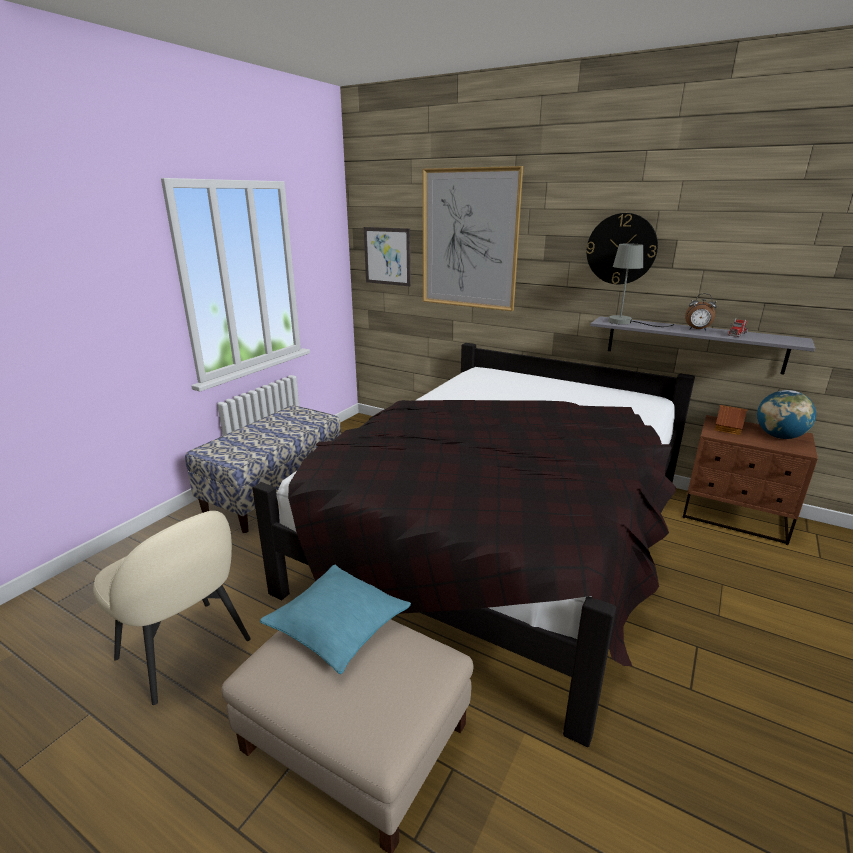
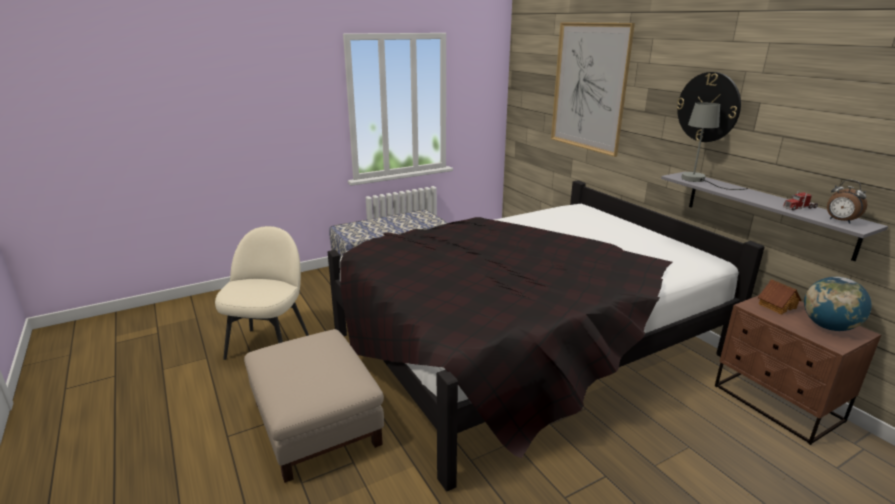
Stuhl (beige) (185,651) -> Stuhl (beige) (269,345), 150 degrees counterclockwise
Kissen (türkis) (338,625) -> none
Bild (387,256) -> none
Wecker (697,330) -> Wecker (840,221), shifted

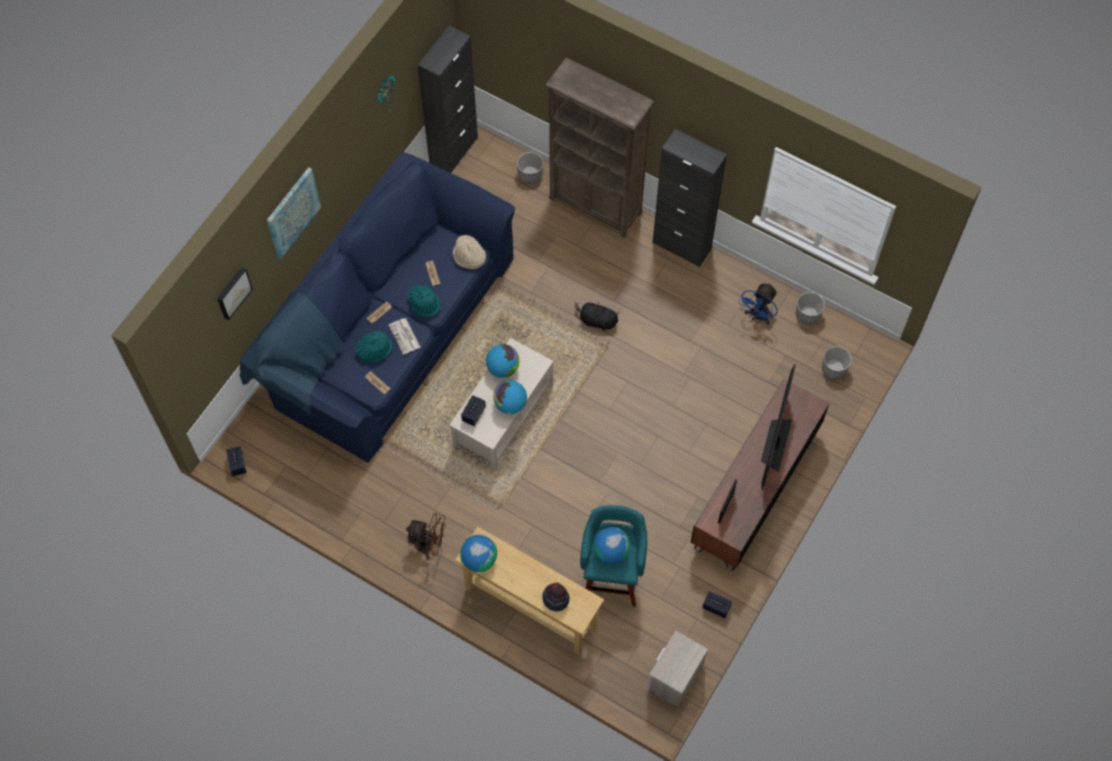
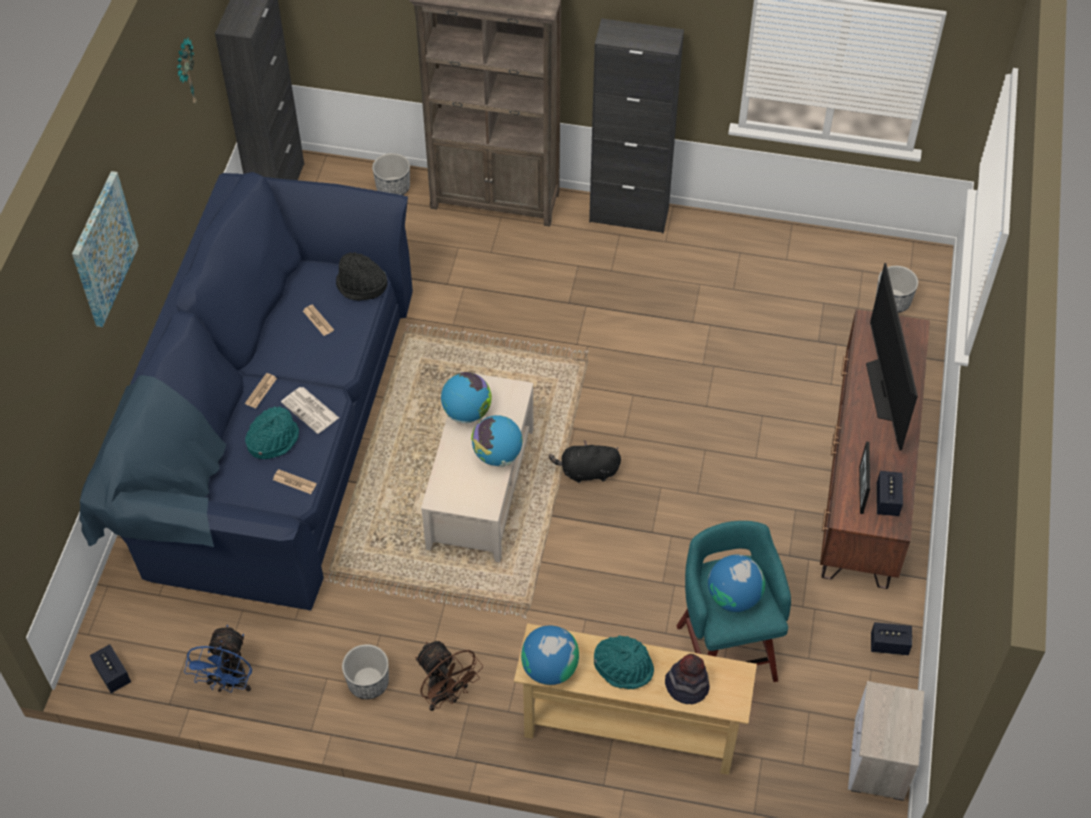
Bild (233,292) -> none
Ventilator (braun) (429,545) -> Ventilator (braun) (446,695), 60 degrees clockwise
Hut (türkis) (424,303) -> Hut (türkis) (624,666), shifted
Hut (beige) (469,257) -> Hut (schwarz) (361,286)
Lautsprecher (473,414) -> Lautsprecher (887,500), shifted
Plüschtier (schwarz) (596,321) -> Plüschtier (schwarz) (587,472), shifted
Ventilator (blau) (757,316) -> Ventilator (blau) (229,683), shifted
Pflanzkübel (807,314) -> Pflanzkübel (368,682), shifted

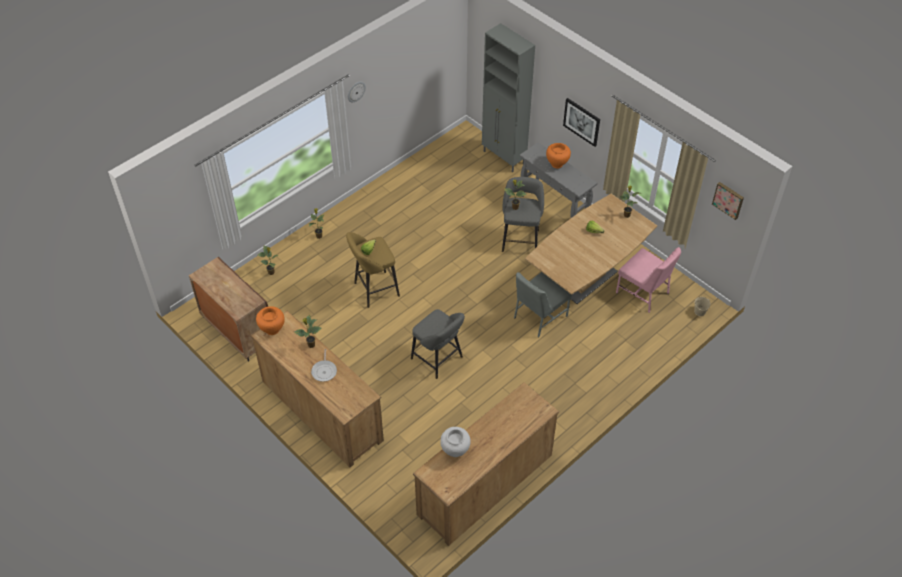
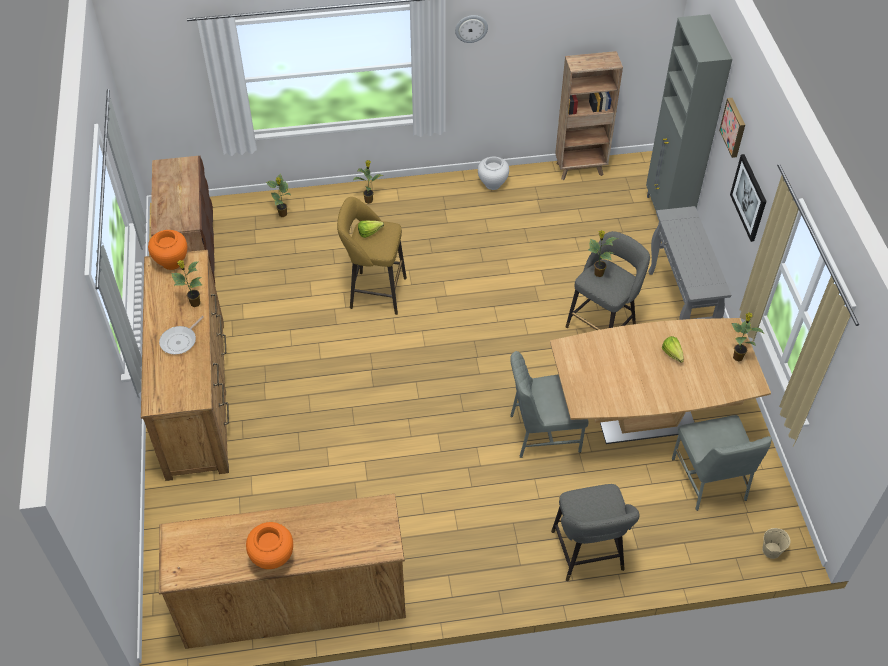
Hocker (grau) (438,359) -> Hocker (grau) (588,554), shifted
Vase (weiß) (455,450) -> Vase (weiß) (492,184), shifted
Vase (orange) (557,164) -> Vase (orange) (273,558), shifted
Stuhl (rosa) (643,293) -> Stuhl (grau) (710,480)
Bild (728,200) -> Bild (734,127), shifted
none -> Bücherregal (braun) (580,169)

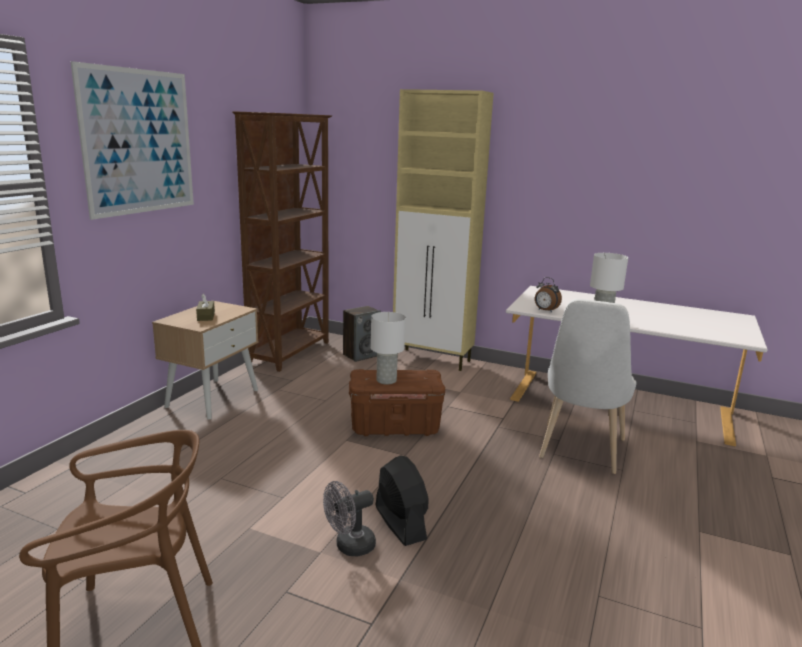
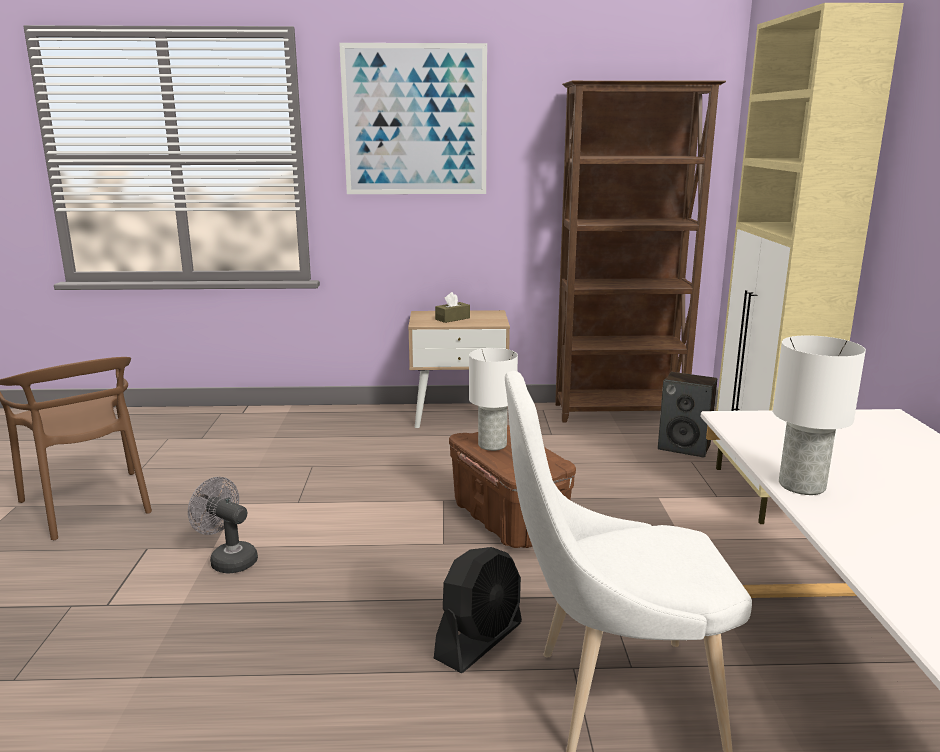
Ventilator (schwarz) (400,523) -> Ventilator (schwarz) (479,641), shifted
Wecker (545,311) -> none

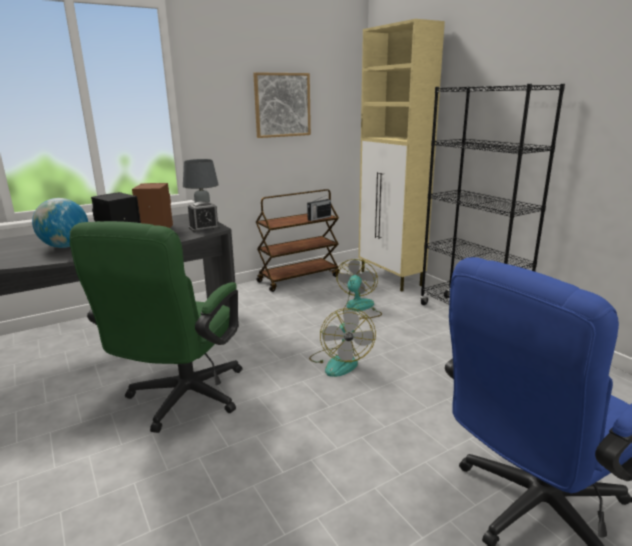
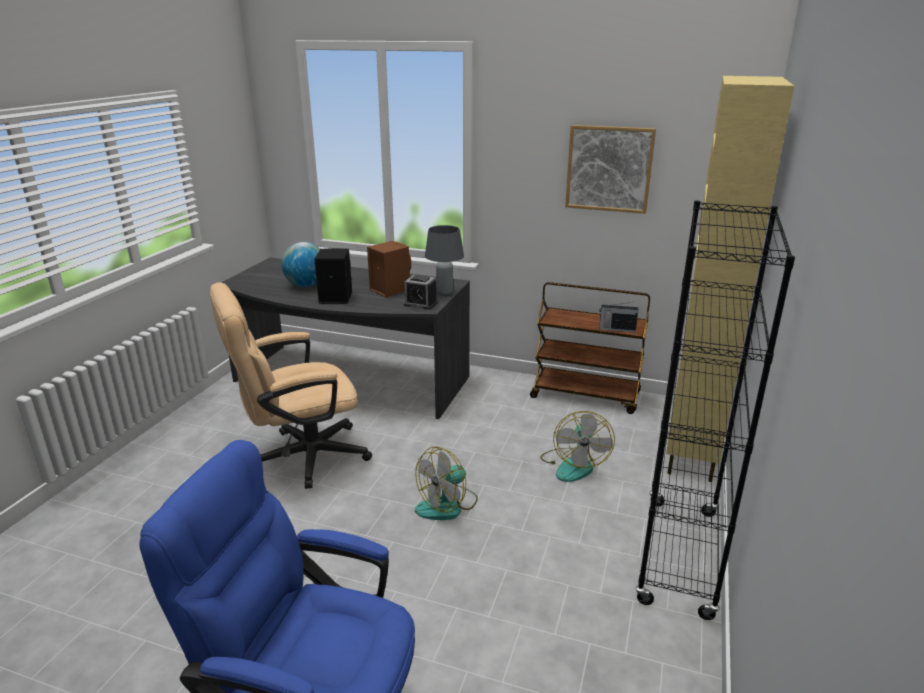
Bürostuhl (grün) (181,401) -> Bürostuhl (beige) (300,457)
Ventilator (358,309) -> Ventilator (573,465), 120 degrees clockwise

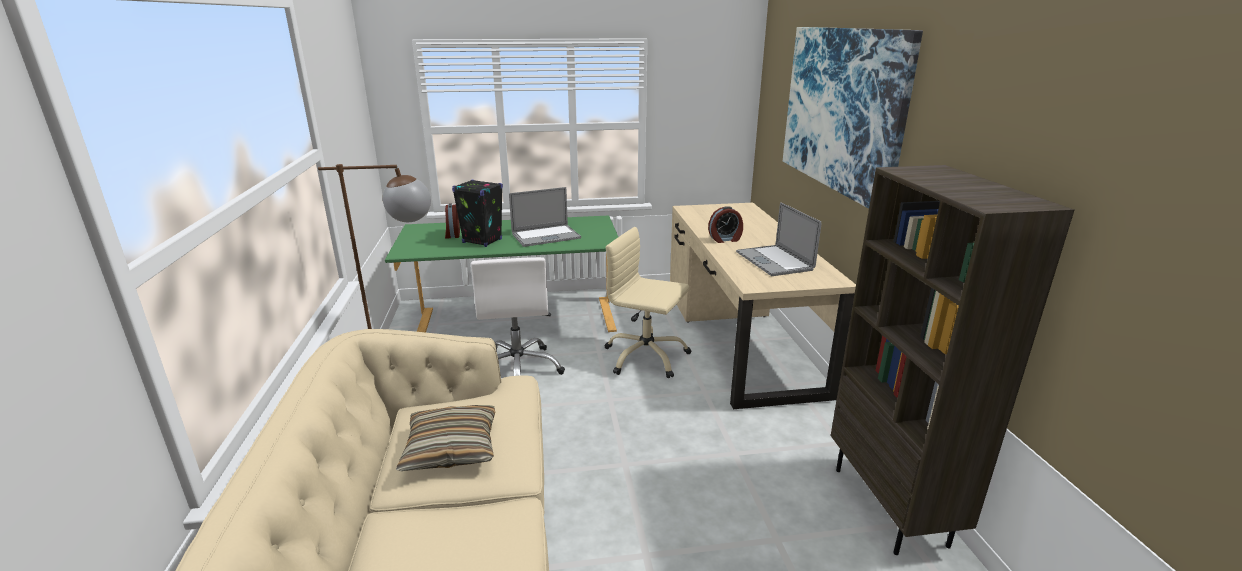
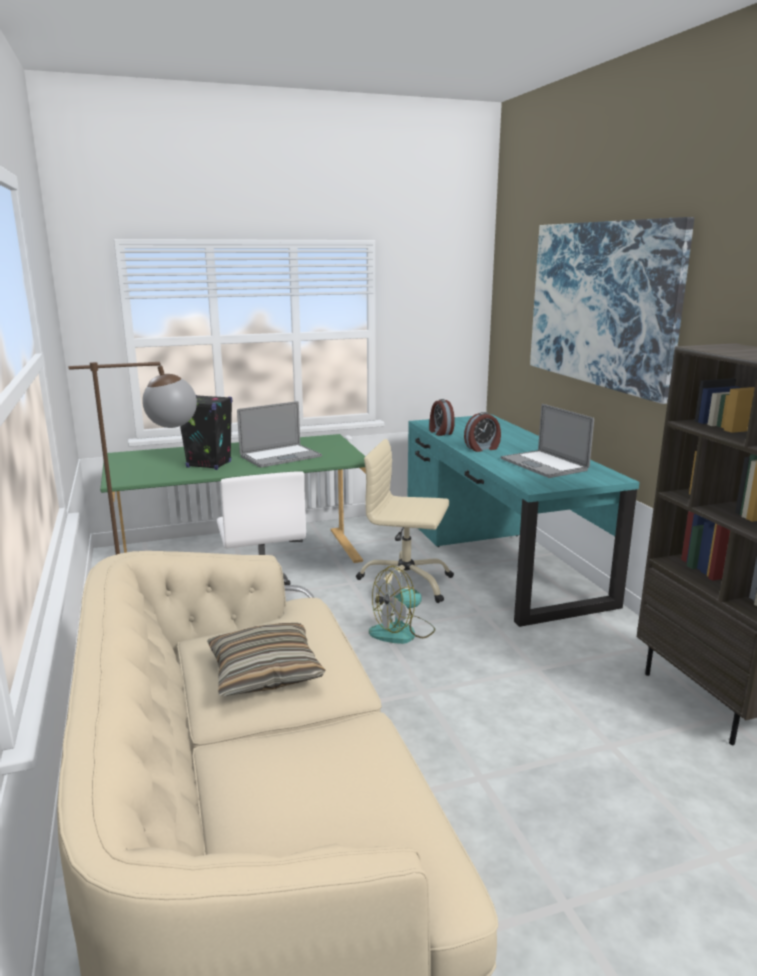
Wecker (452,234) -> Wecker (440,432), shifted
Schreibtisch (beige) (740,338) -> Schreibtisch (türkis) (499,558)
none -> Ventilator (402,632)

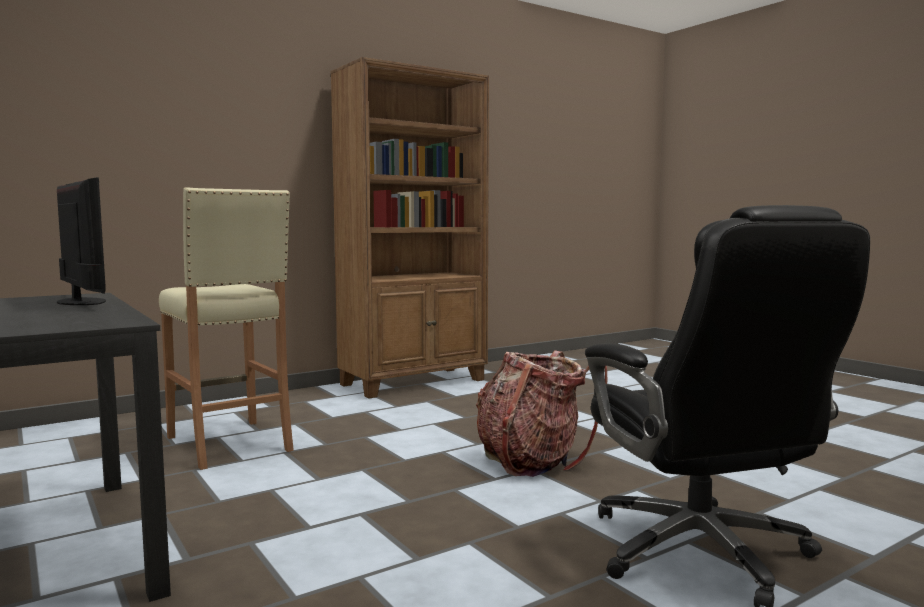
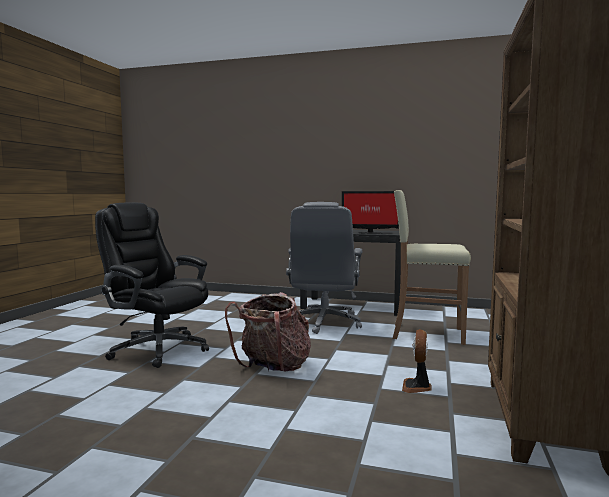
none -> Bürostuhl (grau) (324,322)
none -> Ventilator (417,387)

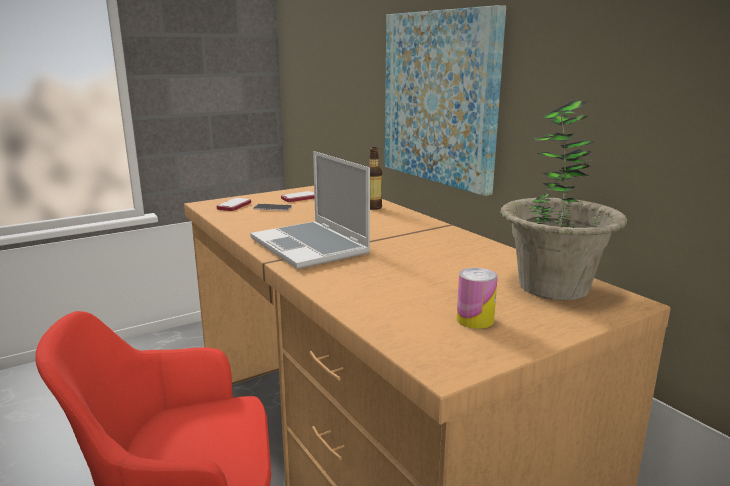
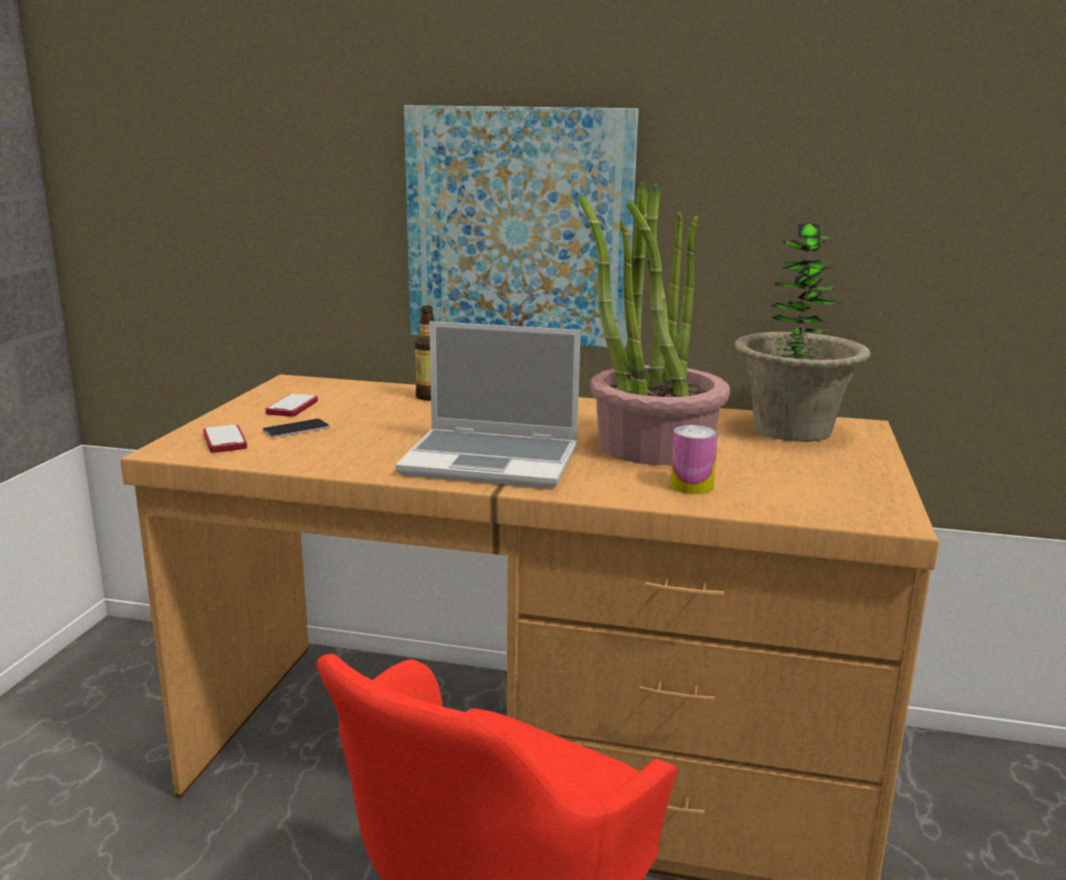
Dose (475,320) -> Dose (691,486), shifted
none -> Topfpflanze (653,445)

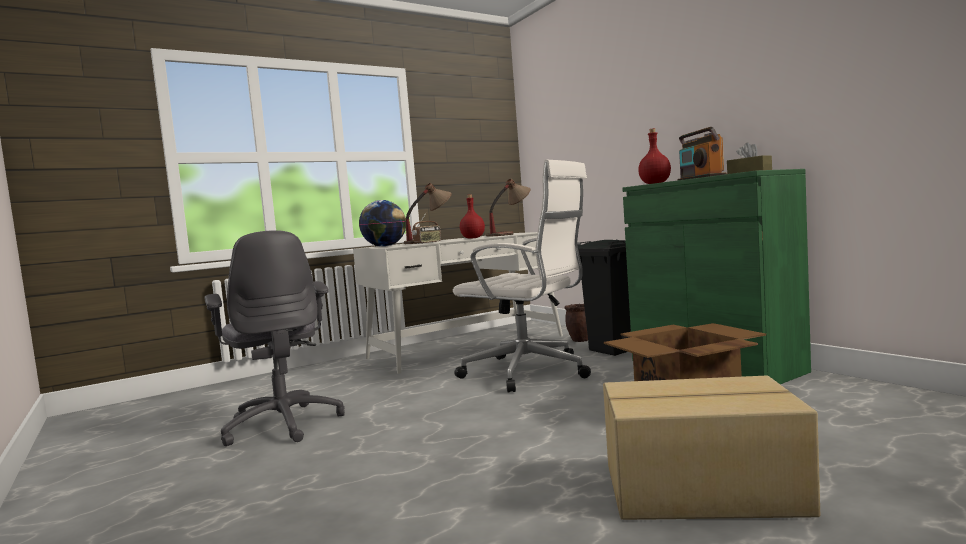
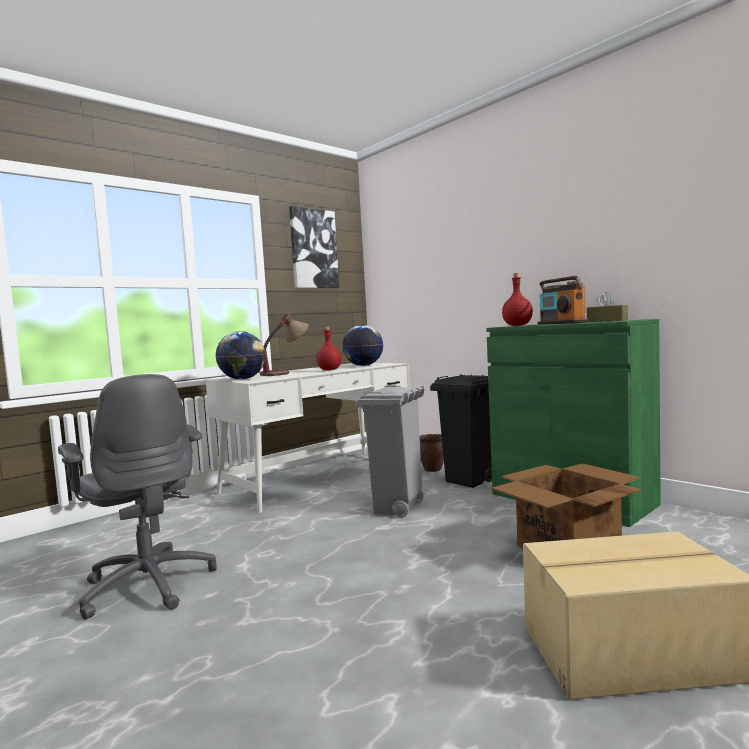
Radio (427,243) -> none
Bürostuhl (weiß) (529,372) -> Mülleimer (grau) (397,509)
Tischlampe (510,234) -> Globus (364,365)
none -> Bild (313,249)

